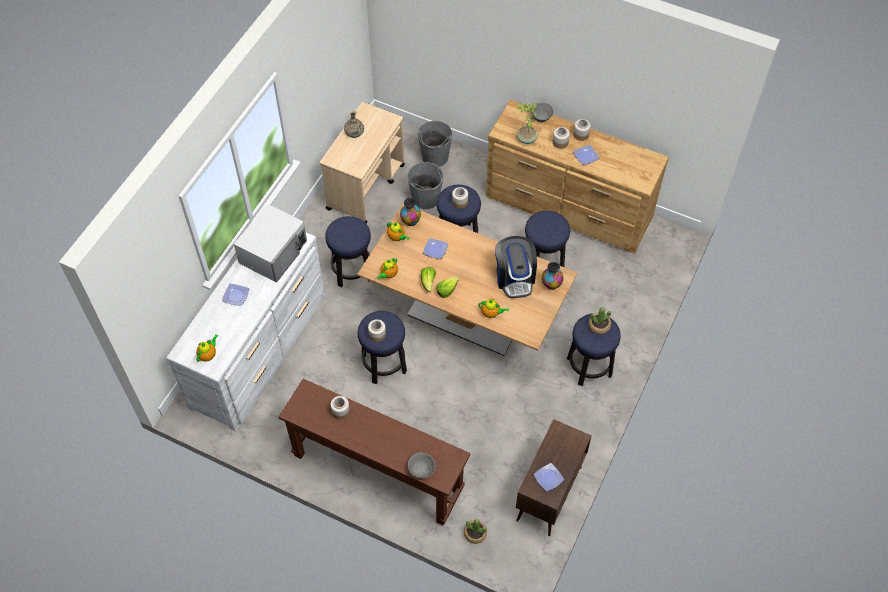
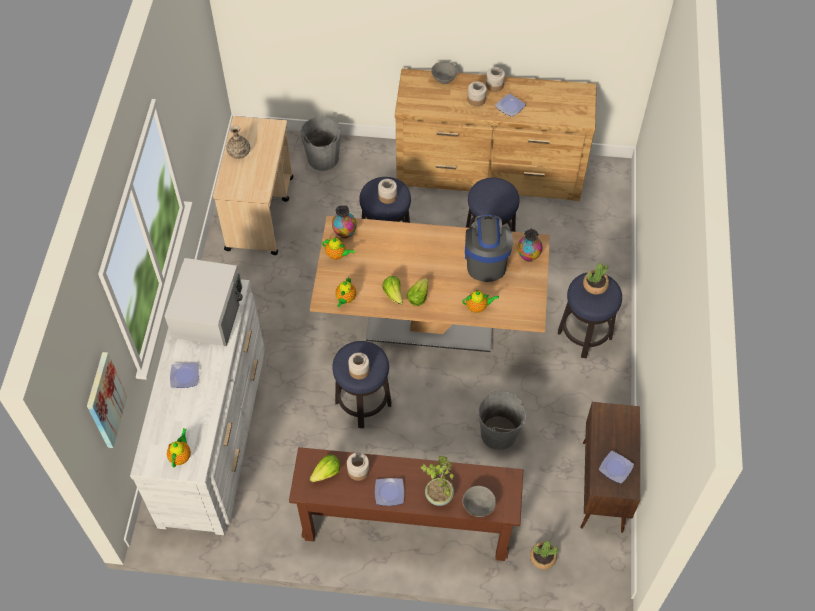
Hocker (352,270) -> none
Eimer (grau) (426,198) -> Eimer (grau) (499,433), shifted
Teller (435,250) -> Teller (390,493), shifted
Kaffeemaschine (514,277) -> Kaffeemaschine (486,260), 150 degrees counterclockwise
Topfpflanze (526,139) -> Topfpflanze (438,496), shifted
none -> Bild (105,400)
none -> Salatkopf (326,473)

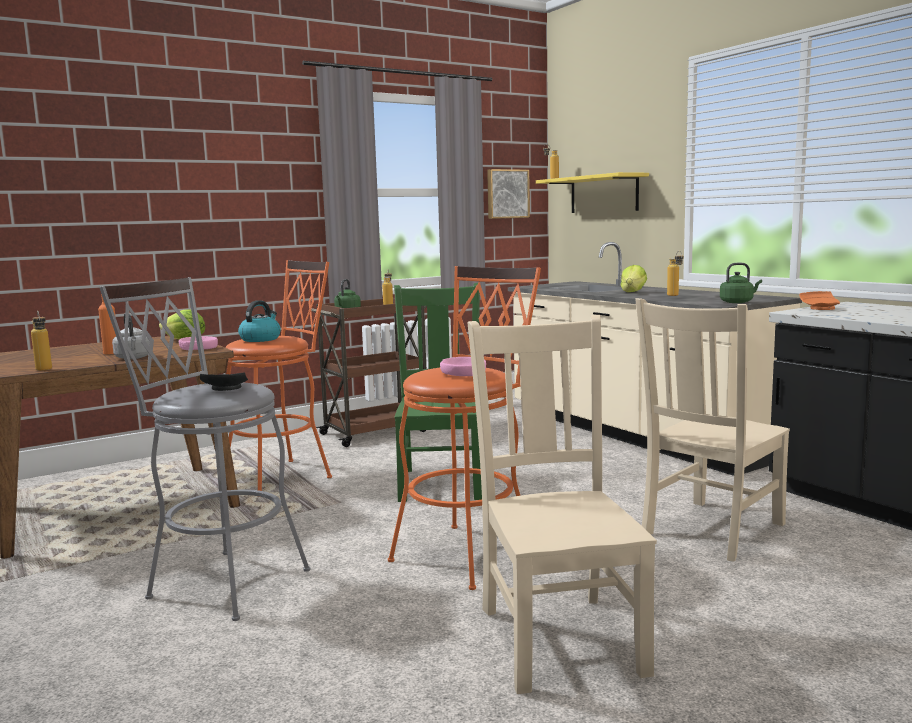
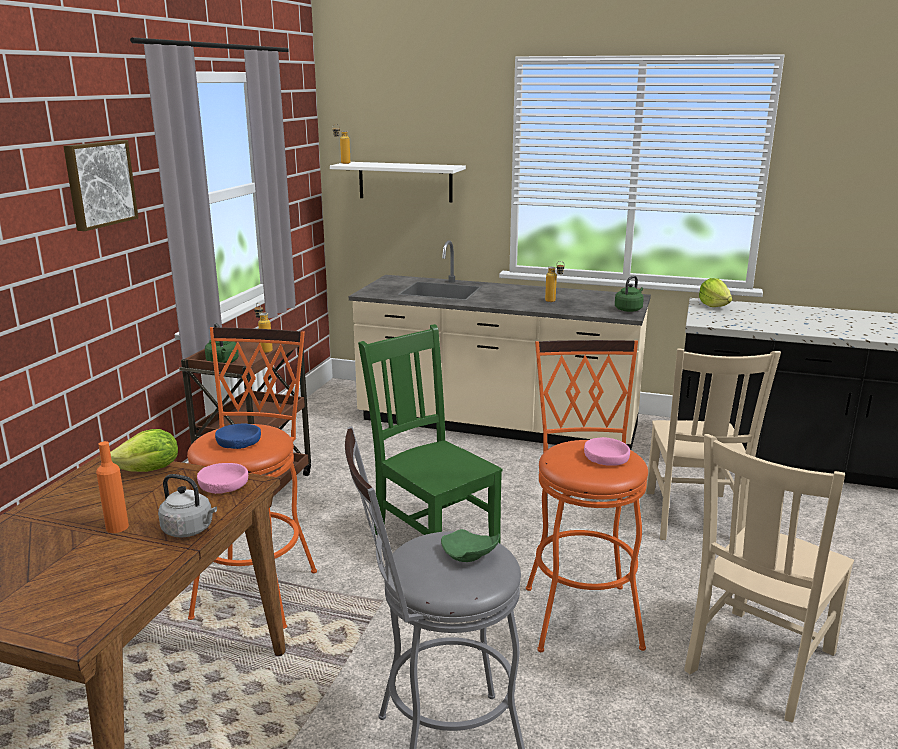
Flasche (44,370) -> none
Teller (schwarz) (225,389) -> Teller (grün) (469,555)
Wasserkessel (260,339) -> Schüssel (blau) (239,442)
Stuhl (beige) (559,636) -> Stuhl (beige) (758,664), 90 degrees counterclockwise
Bild (507,194) -> Bild (99,184), shifted
Wandregal (gelb) (604,194) -> Wandregal (weiß) (405,181)
Salatkopf (633,292) -> Salatkopf (714,306), shifted
Teller (orange) (821,308) -> none

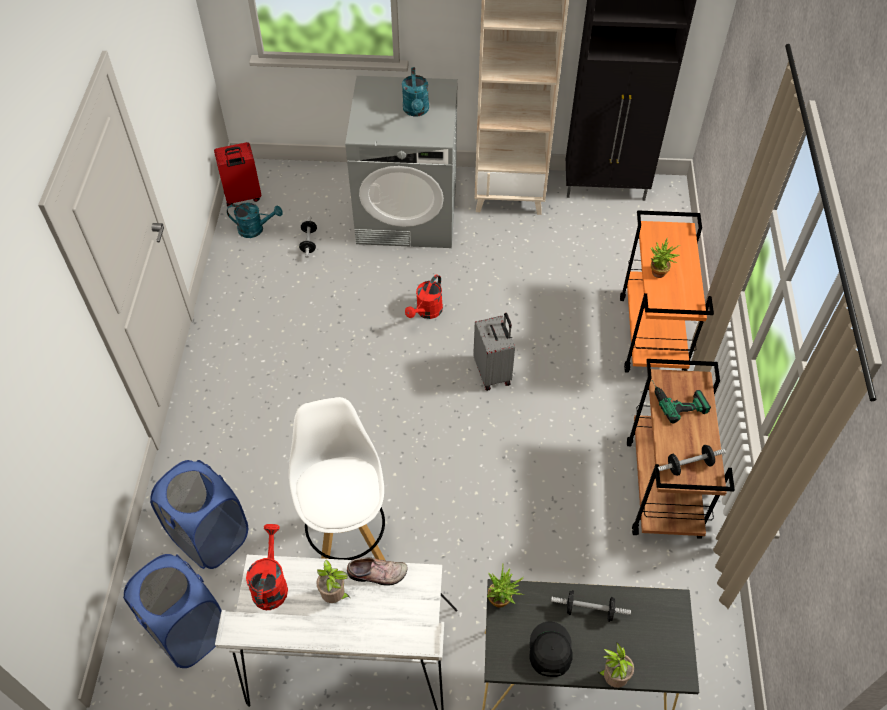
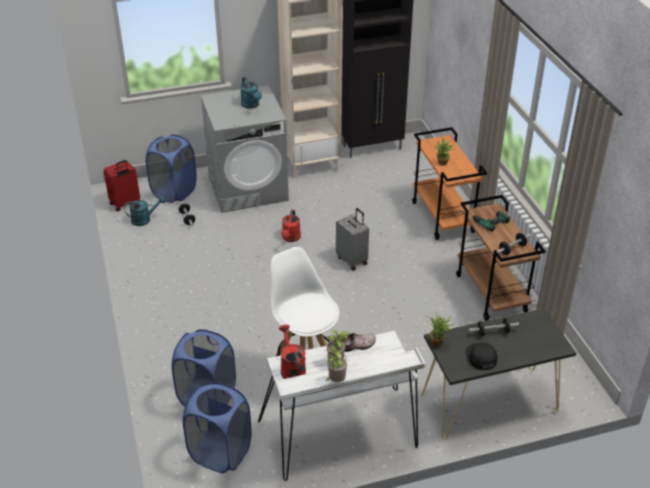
Topfpflanze (612,677) -> Topfpflanze (335,381), shifted
none -> Wäschekorb (blau) (174,191)

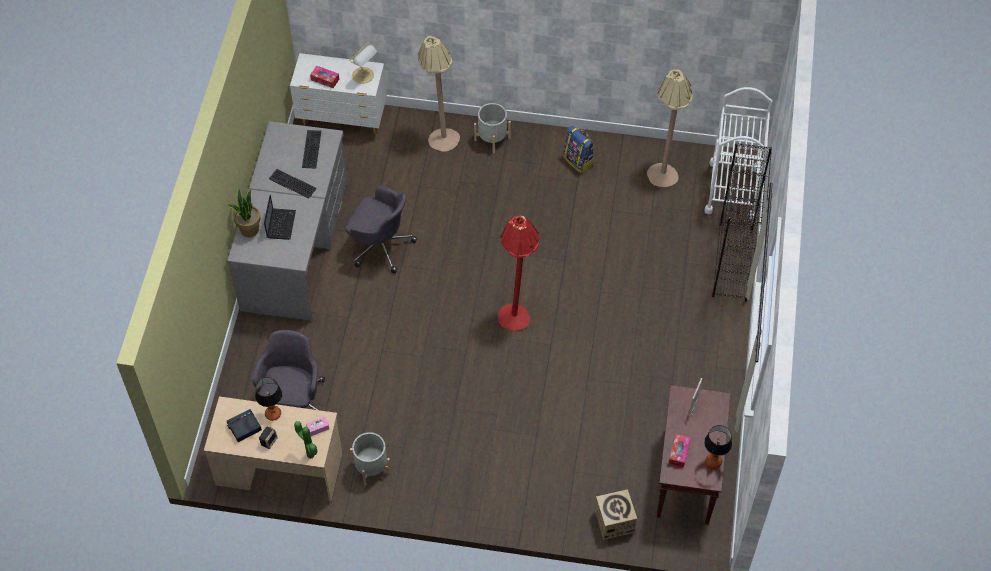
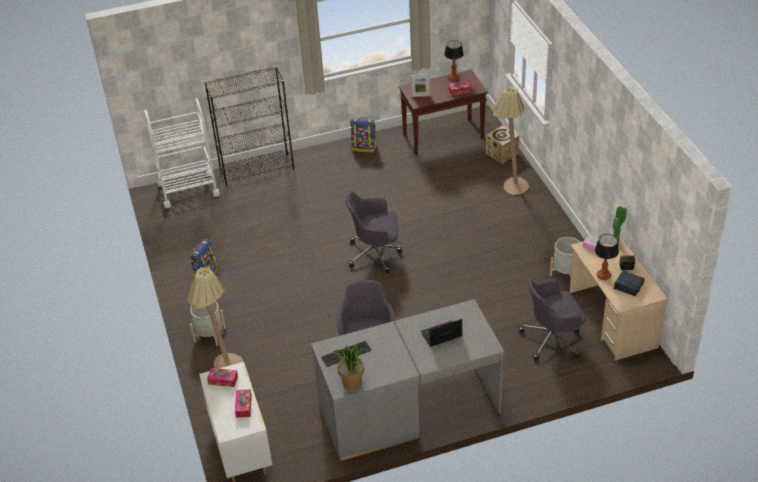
Topfpflanze (249,230) -> Topfpflanze (352,383), shifted
Tastatur (291,184) -> none
Tischlampe (364,76) -> Taschentuchbox (223,380)
Stehlampe (rot) (517,311) -> Bürostuhl (grau) (375,253)
Stehlampe (beige) (664,170) -> Stehlampe (beige) (509,187), shifted
none -> Rucksack (364,147)

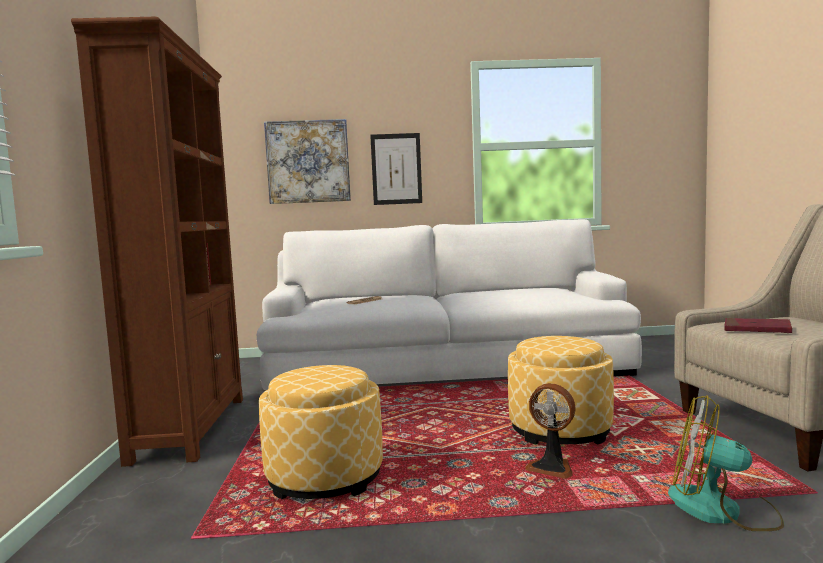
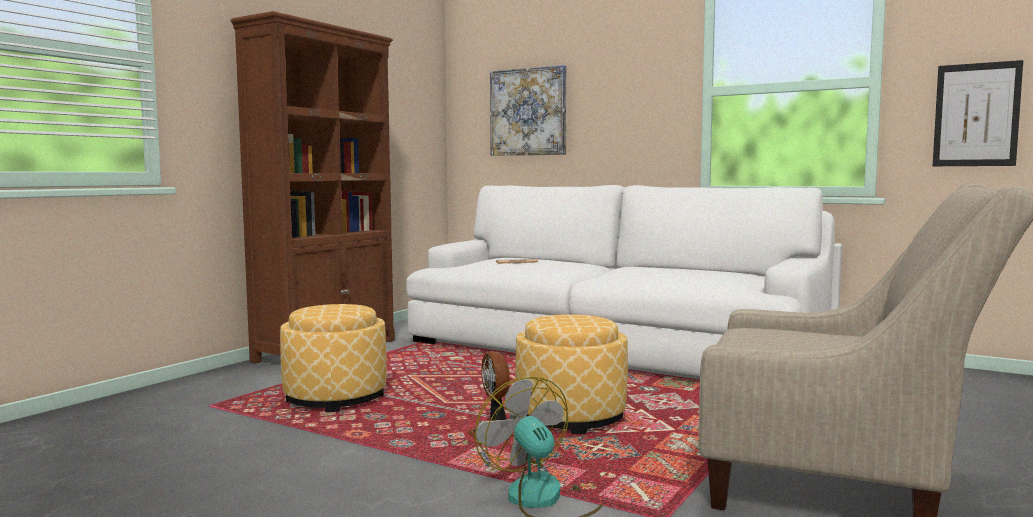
Bild (396,169) -> Bild (976,115), shifted
Buch (rot) (757,329) -> none

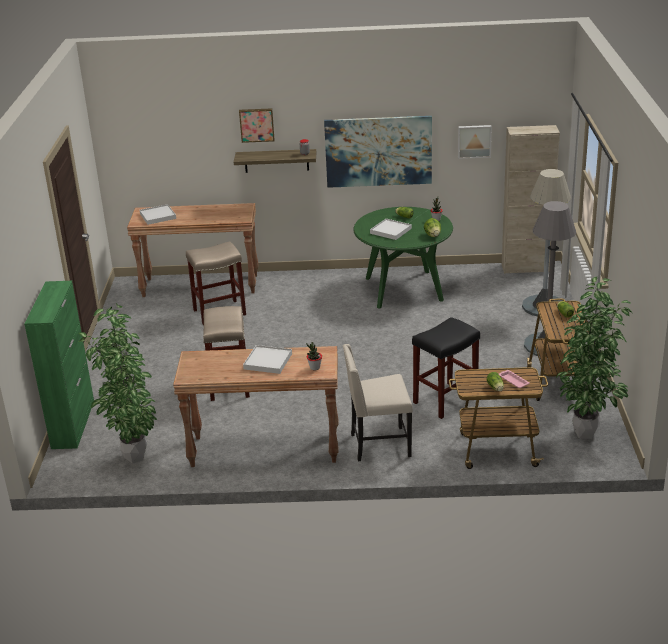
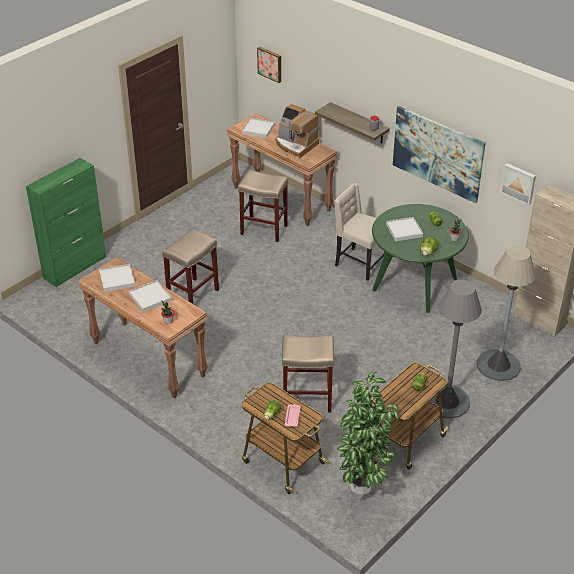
Topfpflanze (132,456) -> none
Bild (257,124) -> Bild (270,64), shifted
Stuhl (beige) (378,445) -> Stuhl (beige) (359,263), shifted
Hocker (schwarz) (445,401) -> Hocker (beige) (306,399)
none -> Tablett (weiß) (117,279)
none -> Kaffeemaschine (295,145)

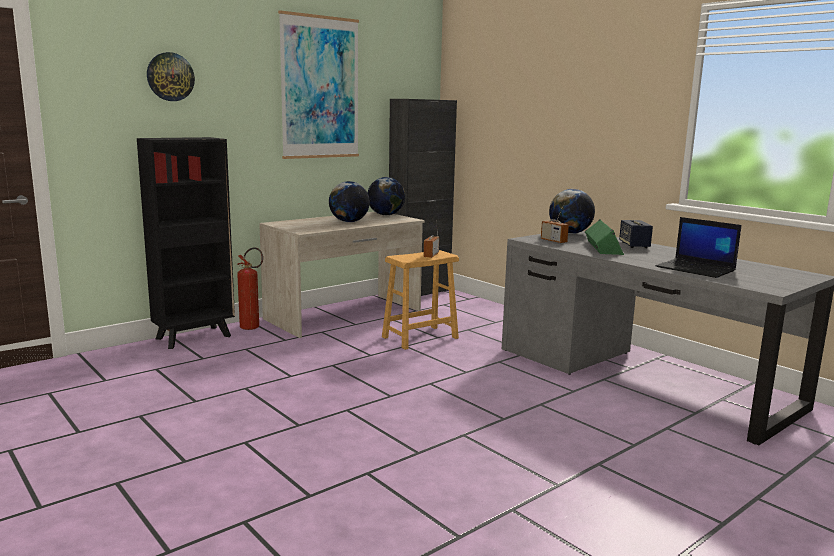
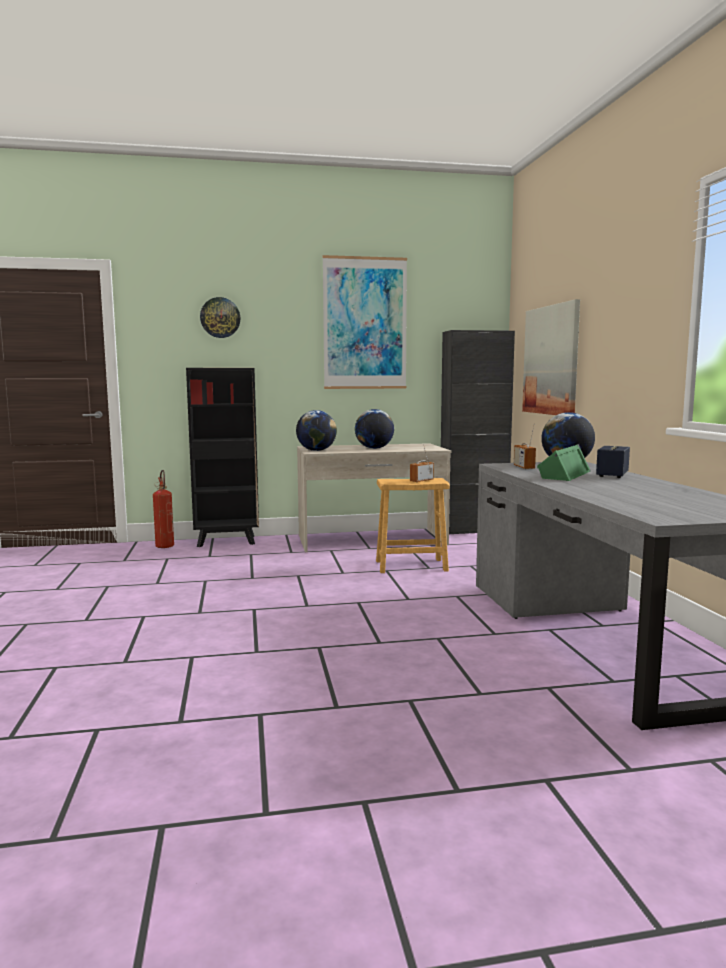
Feuerlöscher (253,328) -> Feuerlöscher (165,547), shifted
Globus (385,215) -> Globus (316,450), shifted
Laptop (696,269) -> none
none -> Bild (551,360)

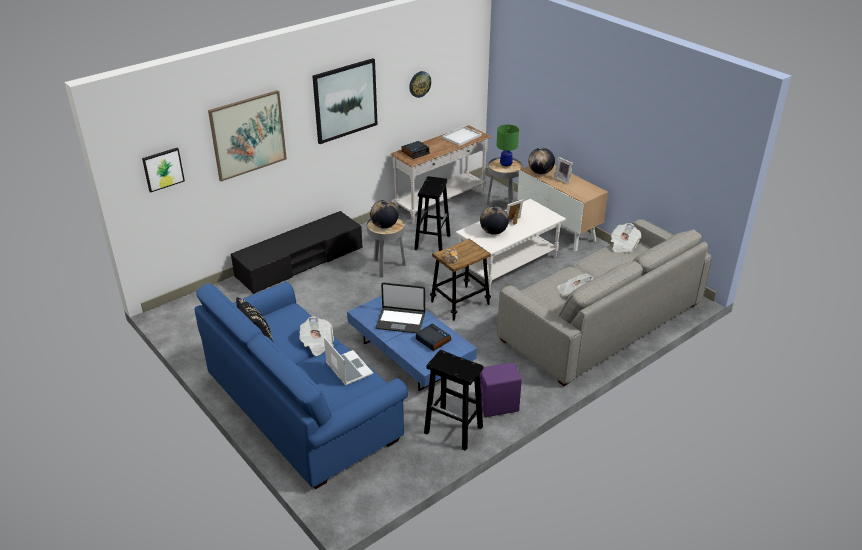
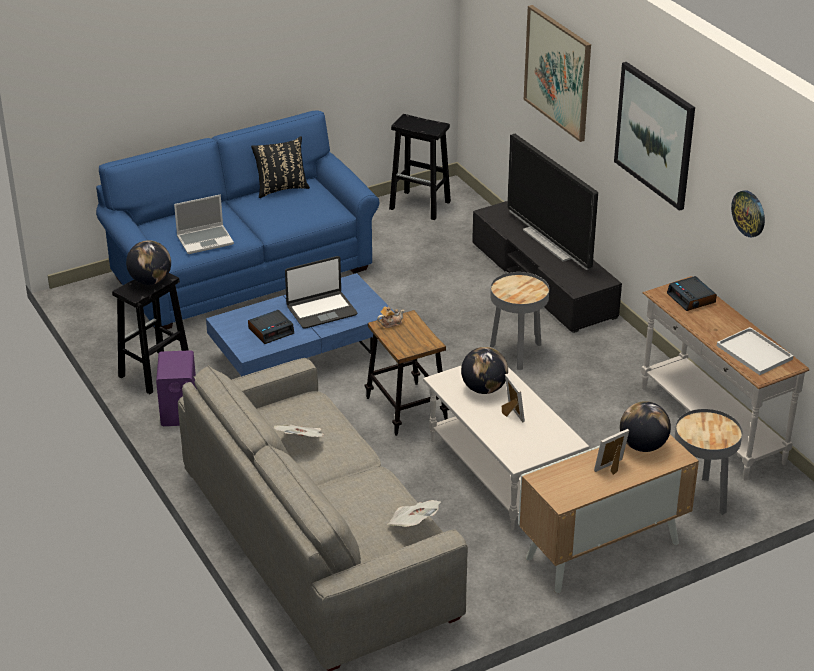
Bild (163,169) -> none
Zeitung (317,343) -> none
Globus (384,226) -> Globus (150,281), shifted
Laptop (400,321) -> Laptop (321,310), 135 degrees counterclockwise
Hocker (schwarz) (432,242) -> Hocker (schwarz) (421,205), shifted
Tischlampe (grün) (506,166) -> none
none -> Fernseher (551,242)

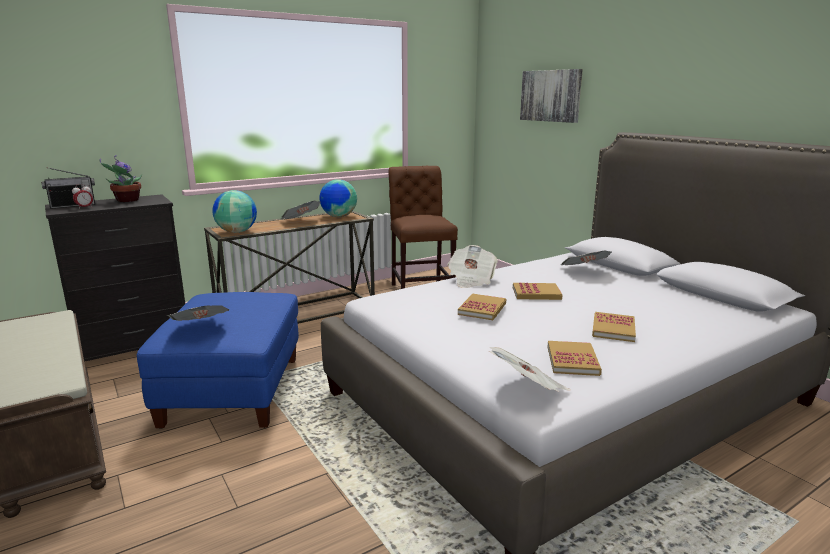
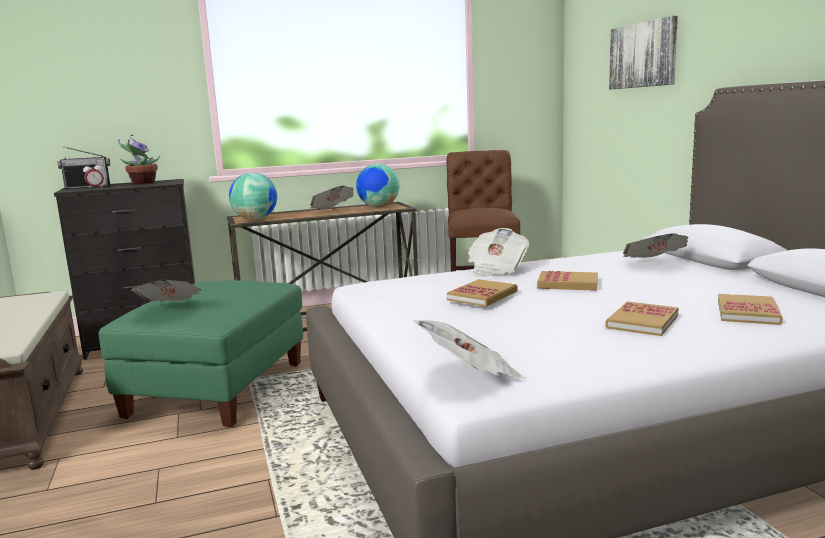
Polsterhocker (blau) (234,391) -> Polsterhocker (grün) (218,389)
Buch (572,360) -> Buch (747,312), shifted

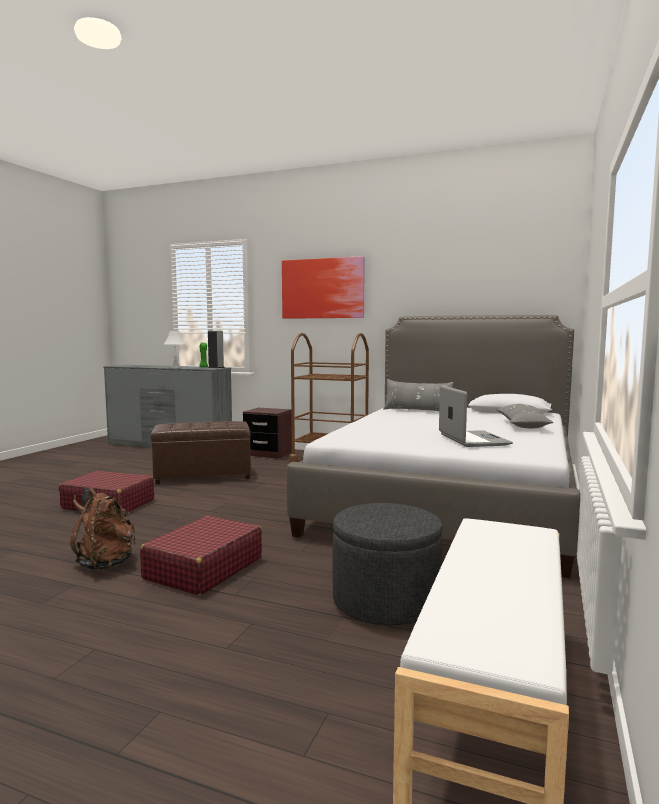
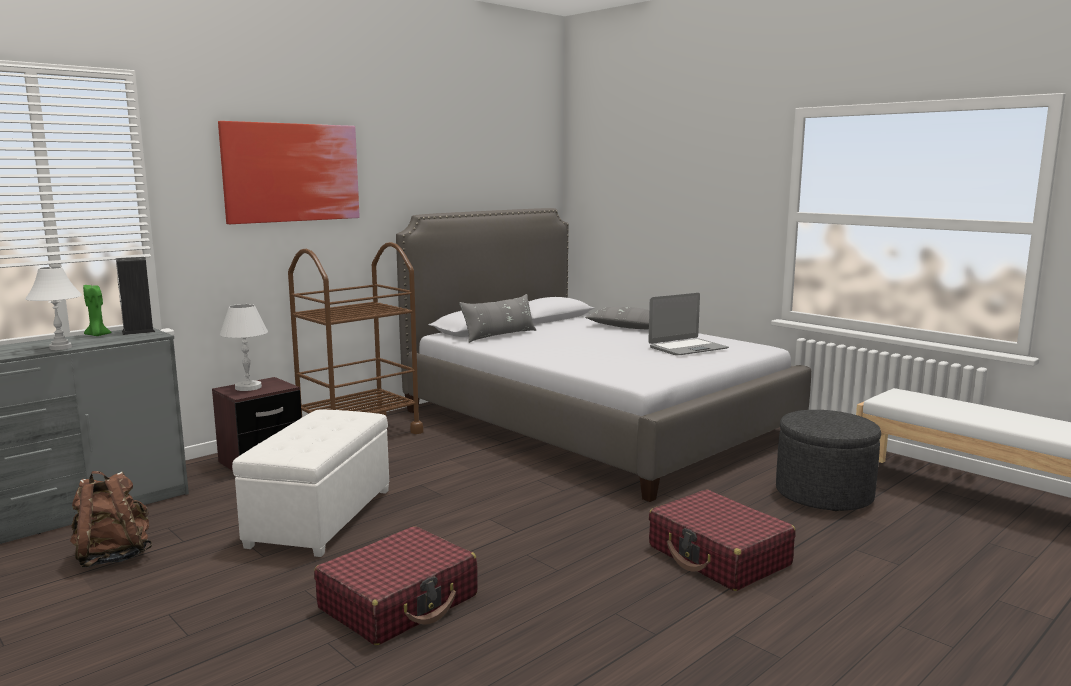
Rucksack (braun) (107,564) -> Rucksack (braun) (113,556), shifted
Polsterhocker (braun) (203,475) -> Polsterhocker (weiß) (320,517)
Laptop (473,440) -> Laptop (687,348), 135 degrees clockwise
none -> Tischlampe (weiß) (248,387)

